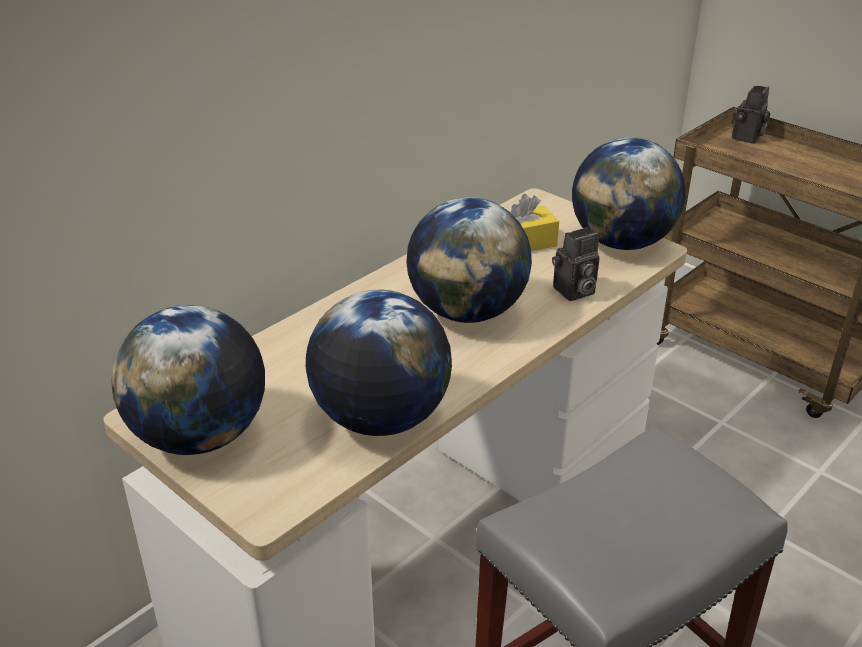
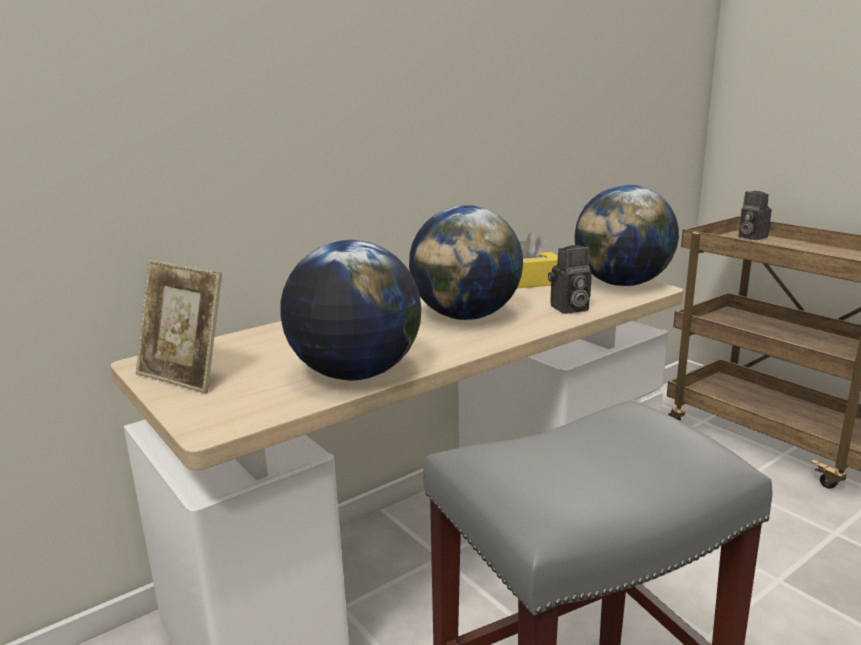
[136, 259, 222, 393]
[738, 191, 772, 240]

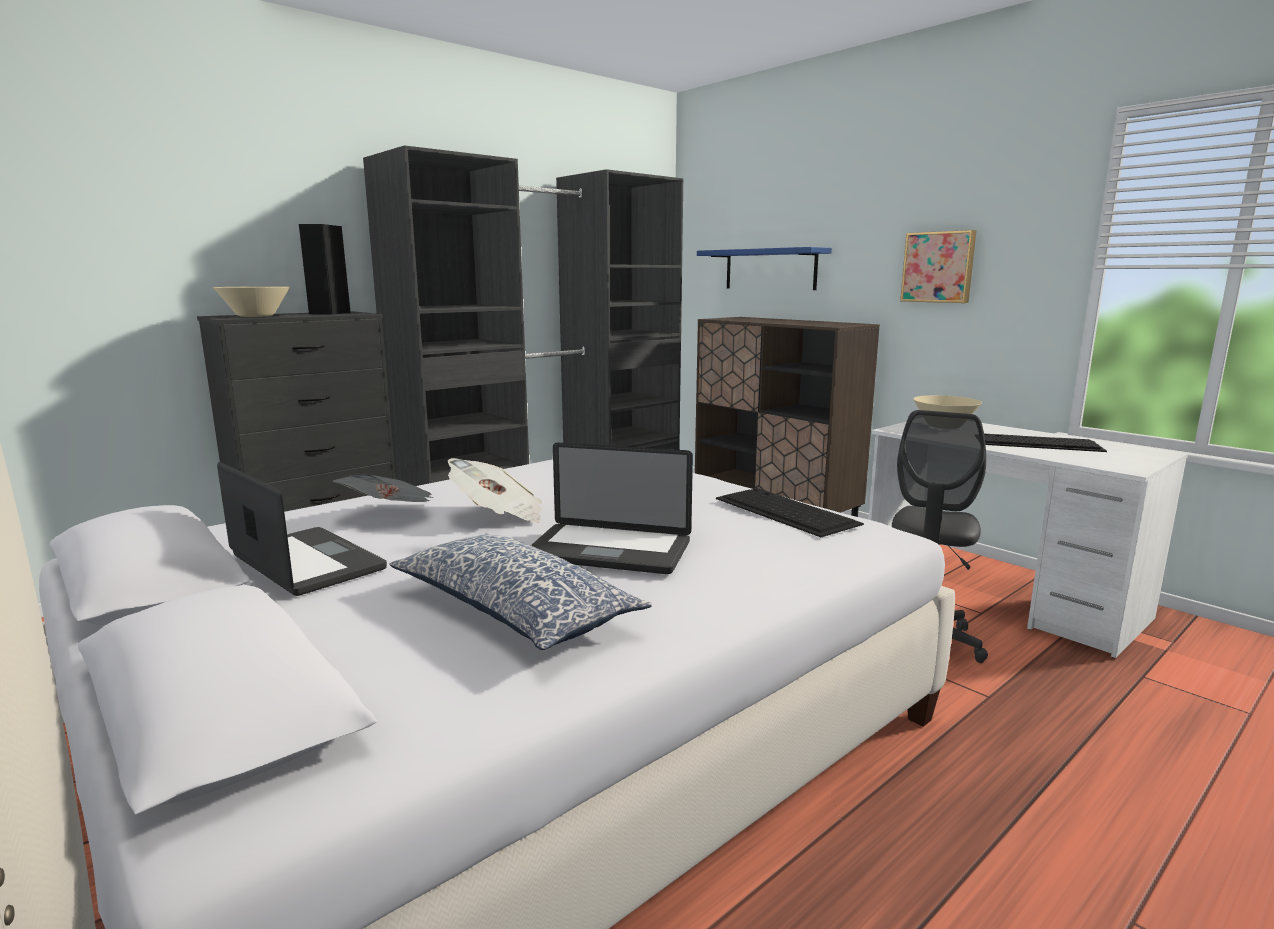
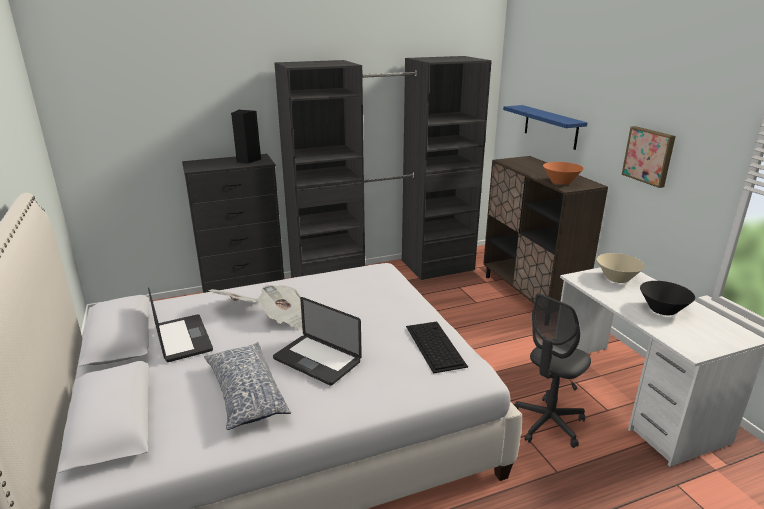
[543, 162, 584, 185]
[640, 281, 695, 315]
[213, 286, 290, 317] (first image)

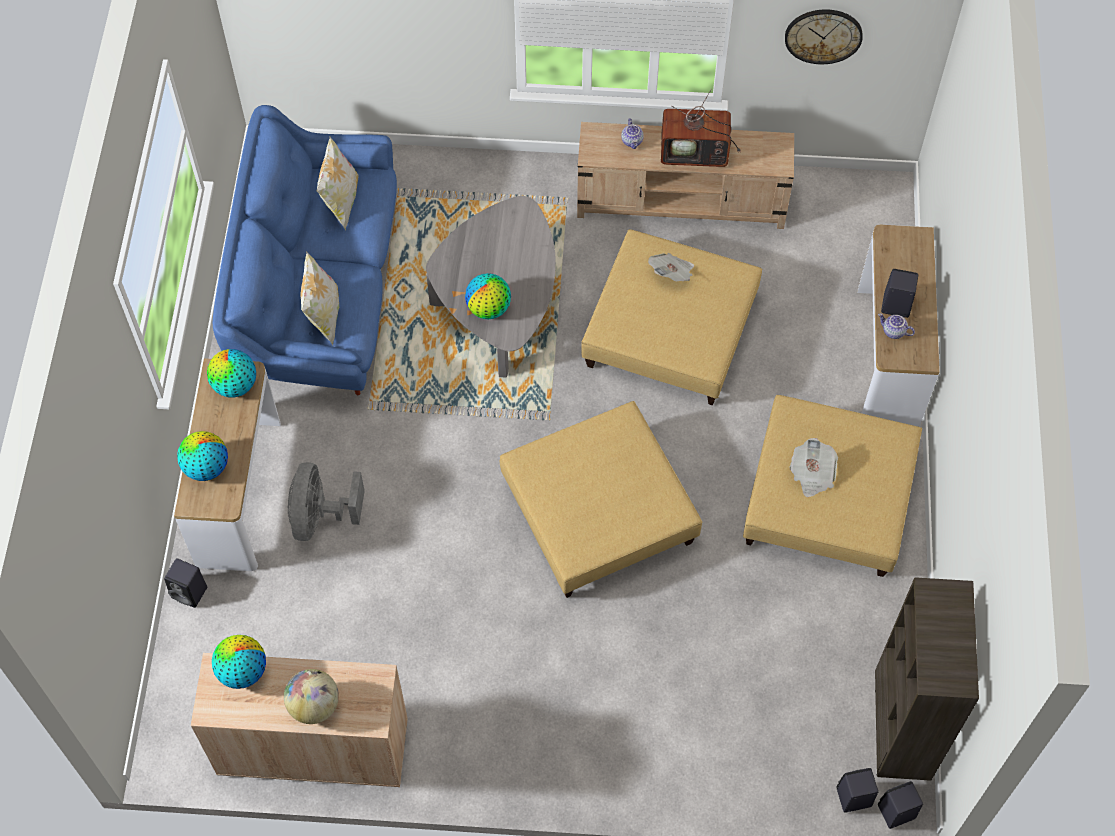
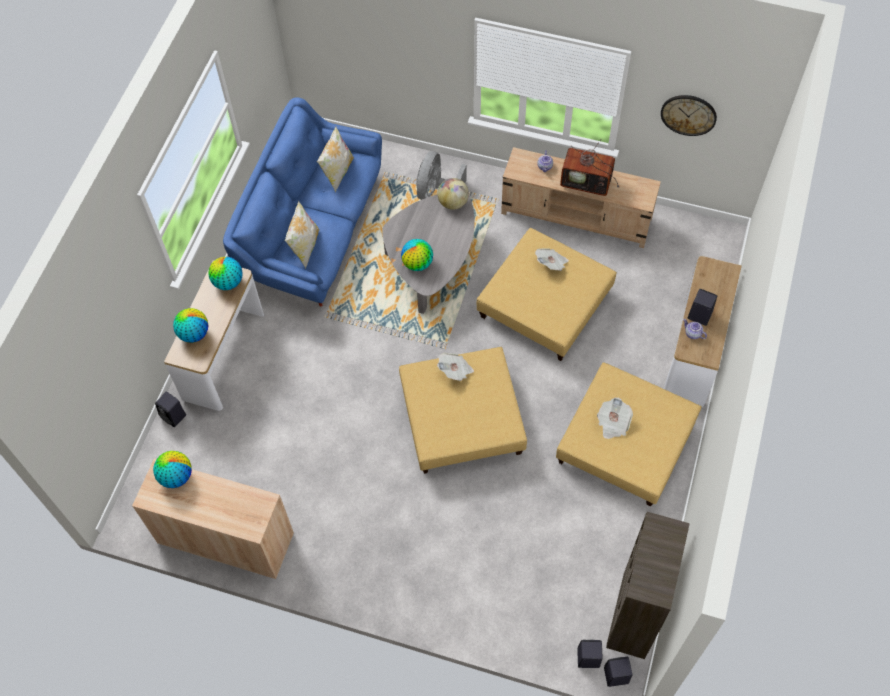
[416, 151, 466, 200]
[437, 178, 469, 210]
[437, 352, 474, 381]

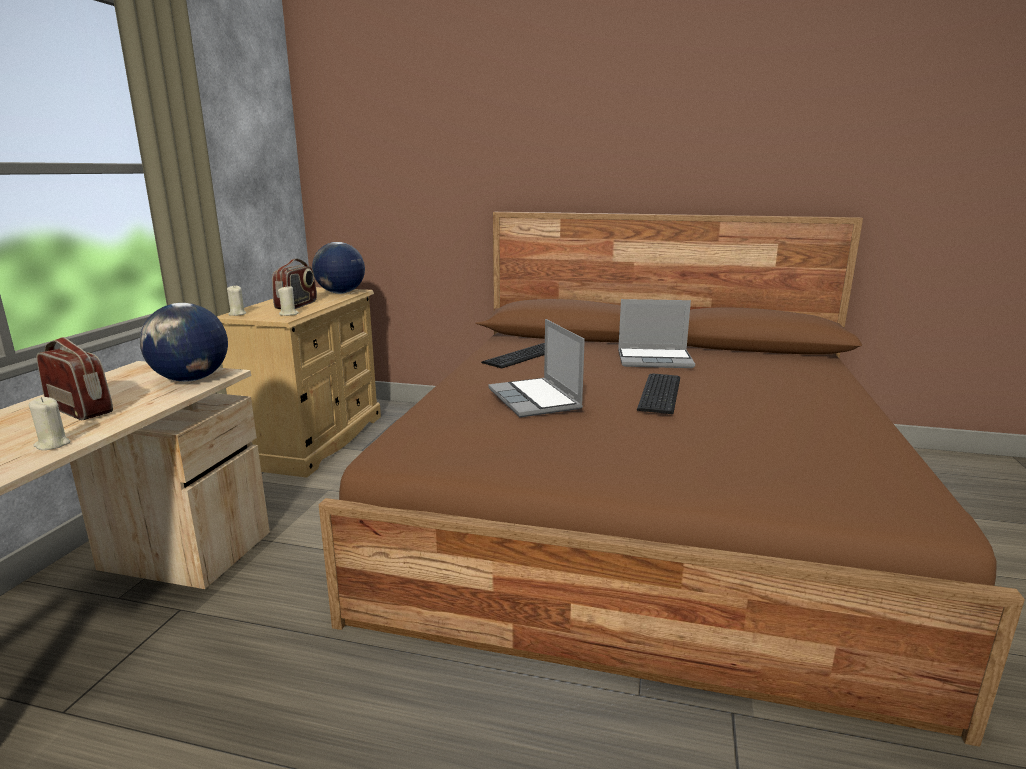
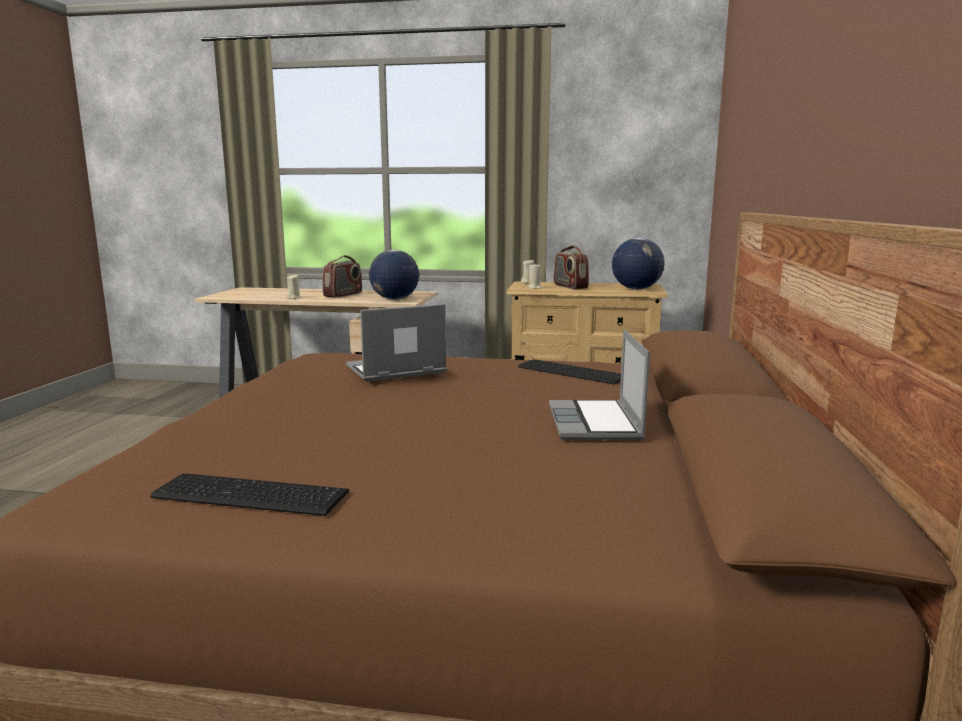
[150, 473, 349, 516]
[554, 245, 589, 289]

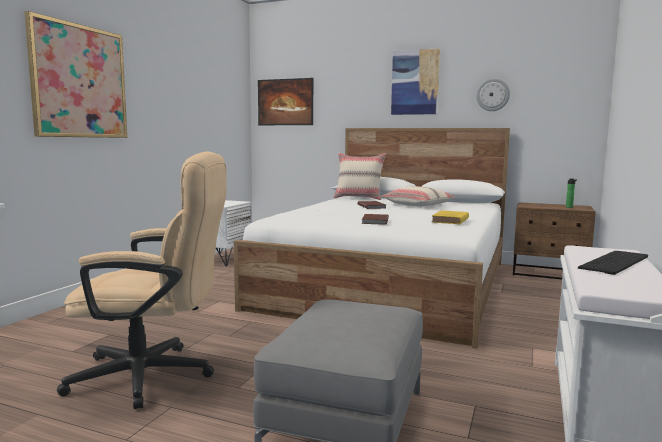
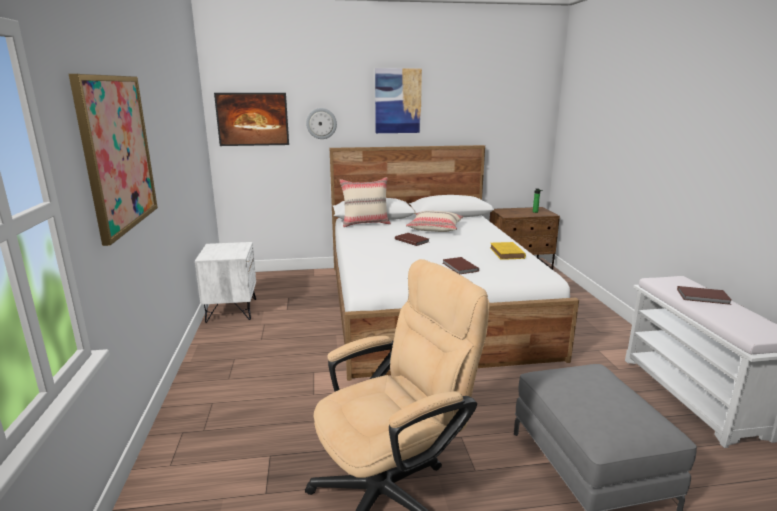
[306, 108, 337, 139]
[677, 286, 732, 305]

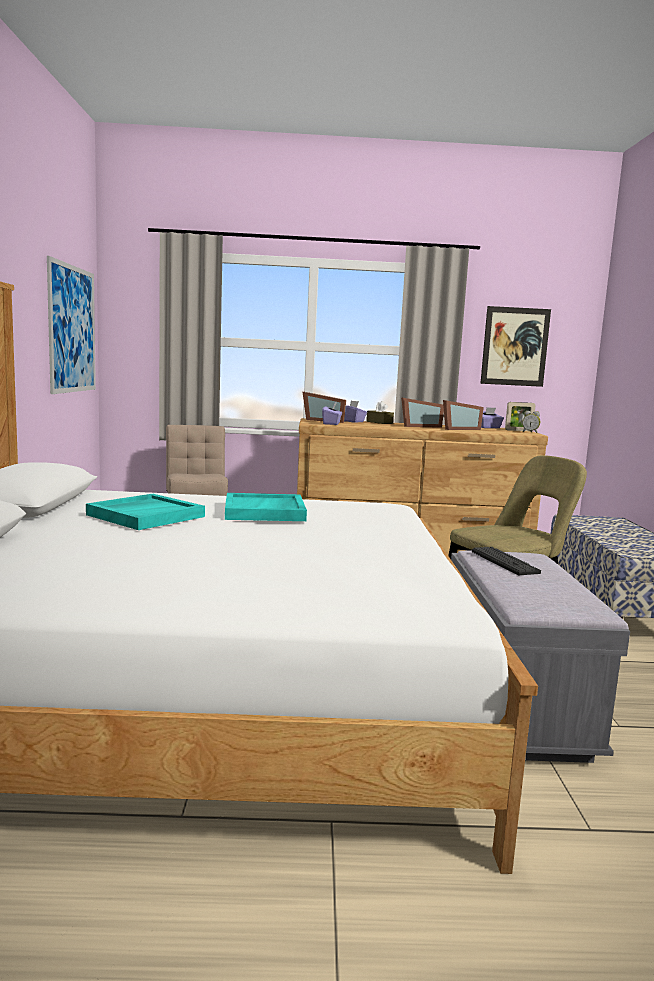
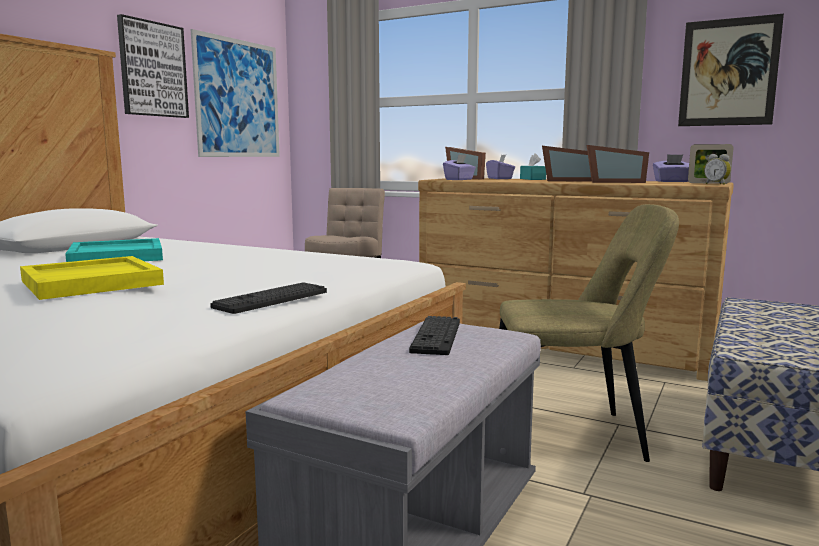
[20, 256, 164, 300]
[117, 14, 189, 118]
[210, 282, 327, 314]
[520, 153, 546, 180]
[225, 493, 307, 521] (first image)

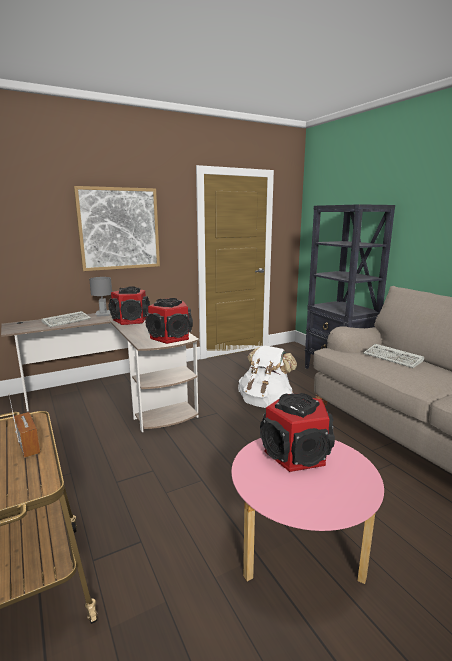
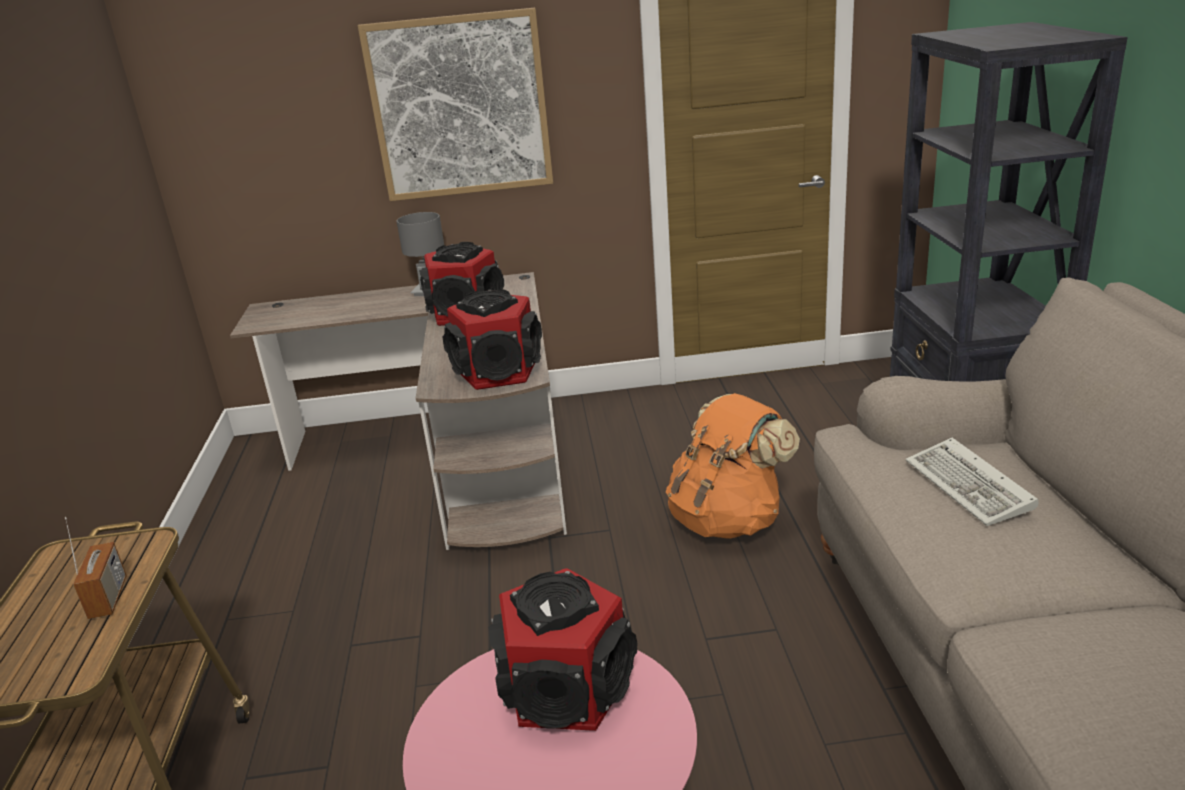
[666, 393, 800, 539]
[41, 311, 91, 327] (first image)

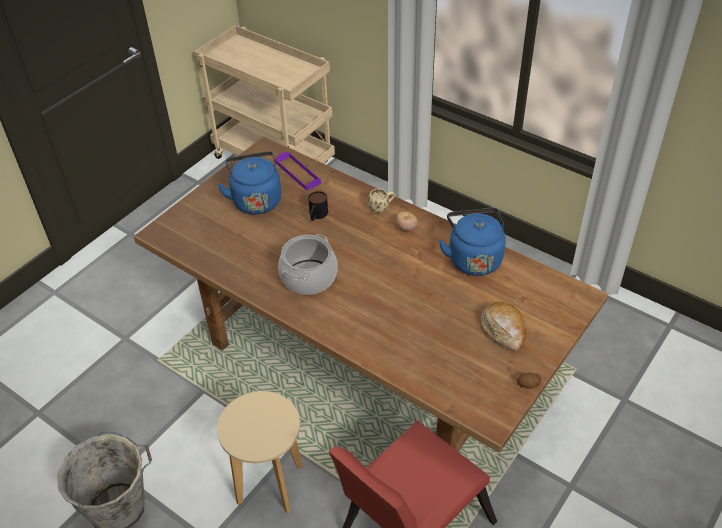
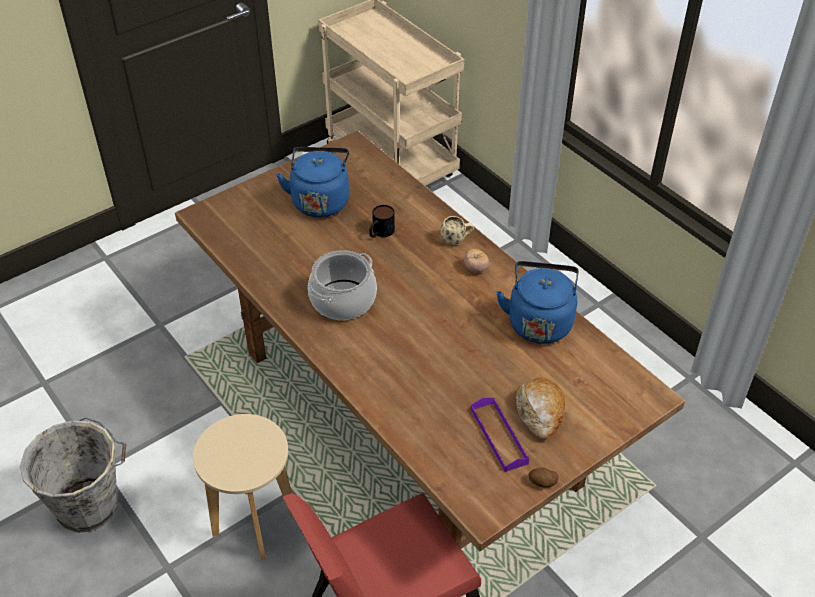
[471, 397, 529, 472]

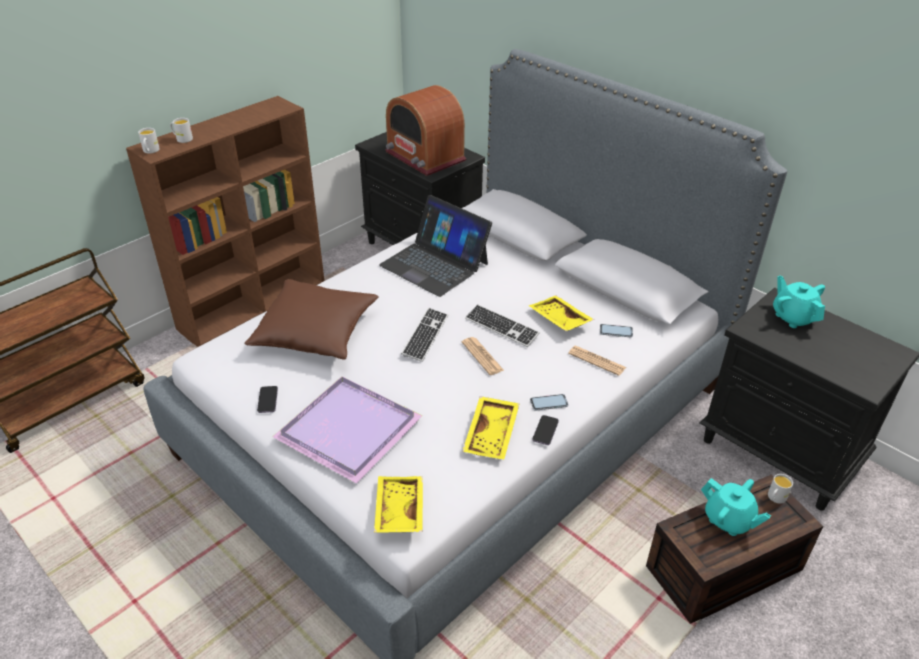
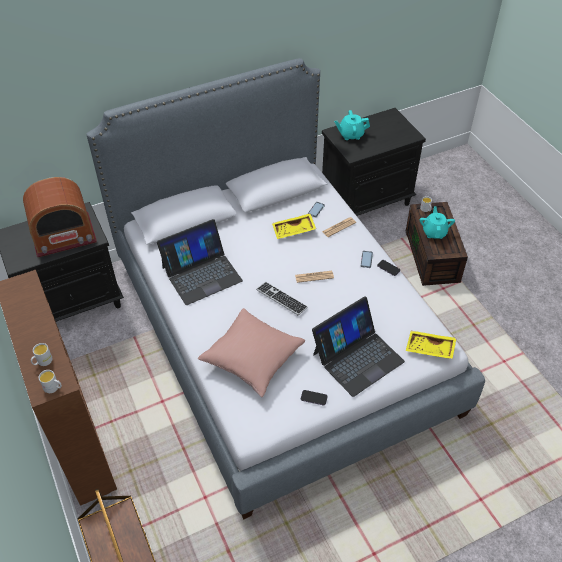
[198, 308, 305, 397]
[312, 296, 405, 397]
[420, 207, 455, 239]
[462, 396, 519, 459] (first image)
[465, 304, 540, 347] (first image)

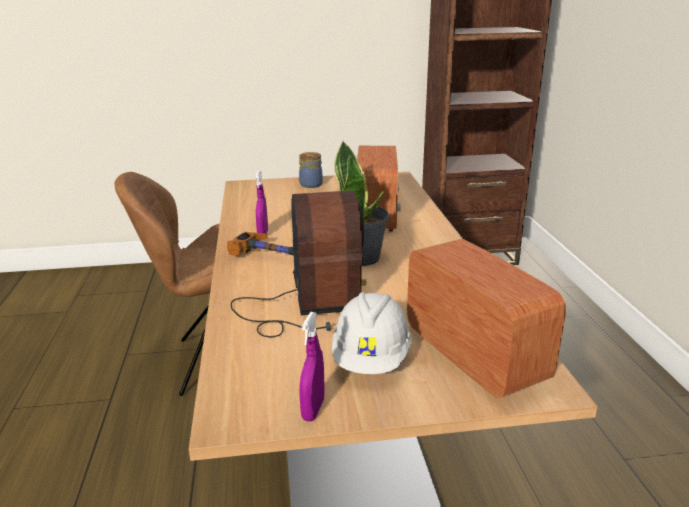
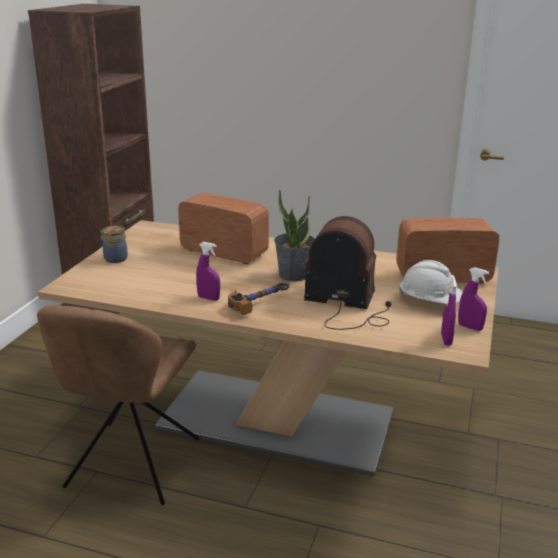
[441, 275, 457, 346]

